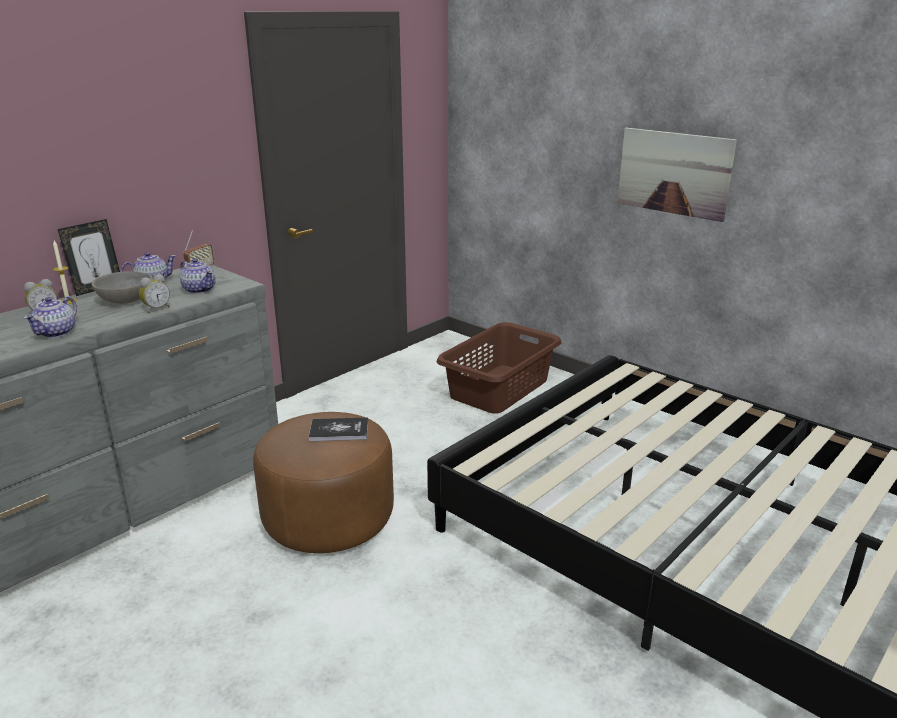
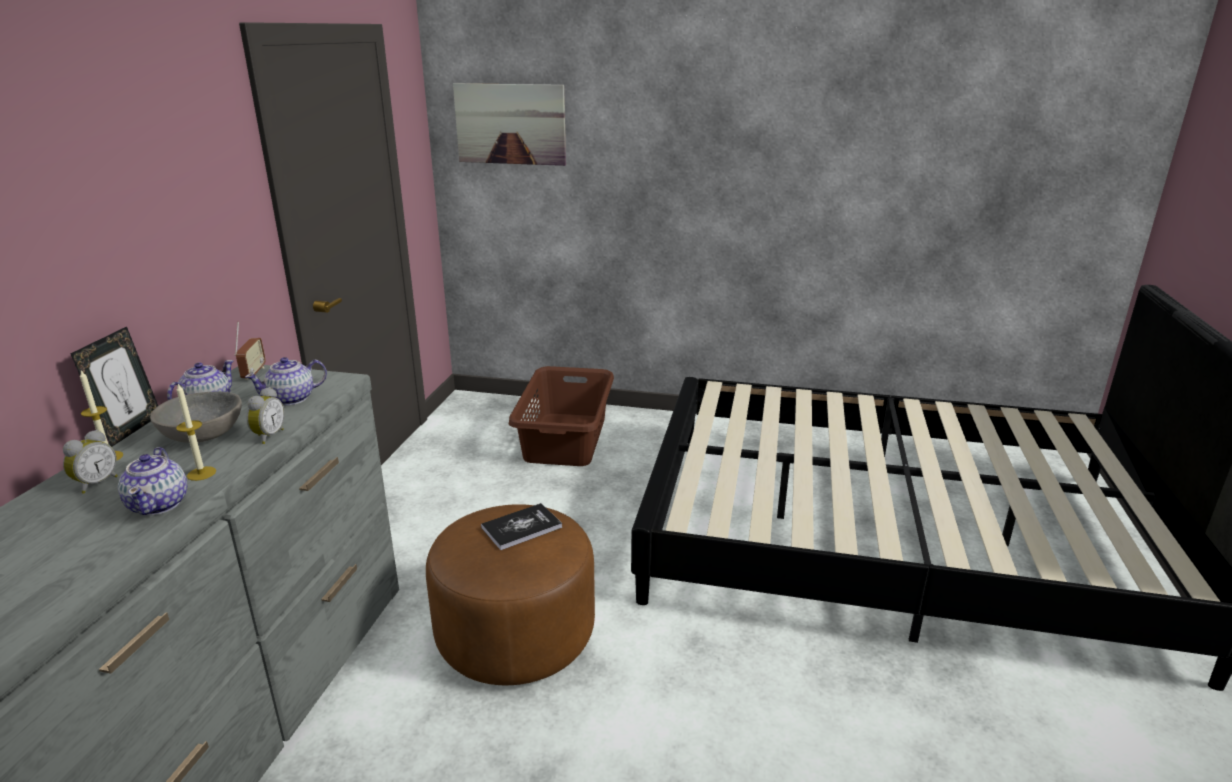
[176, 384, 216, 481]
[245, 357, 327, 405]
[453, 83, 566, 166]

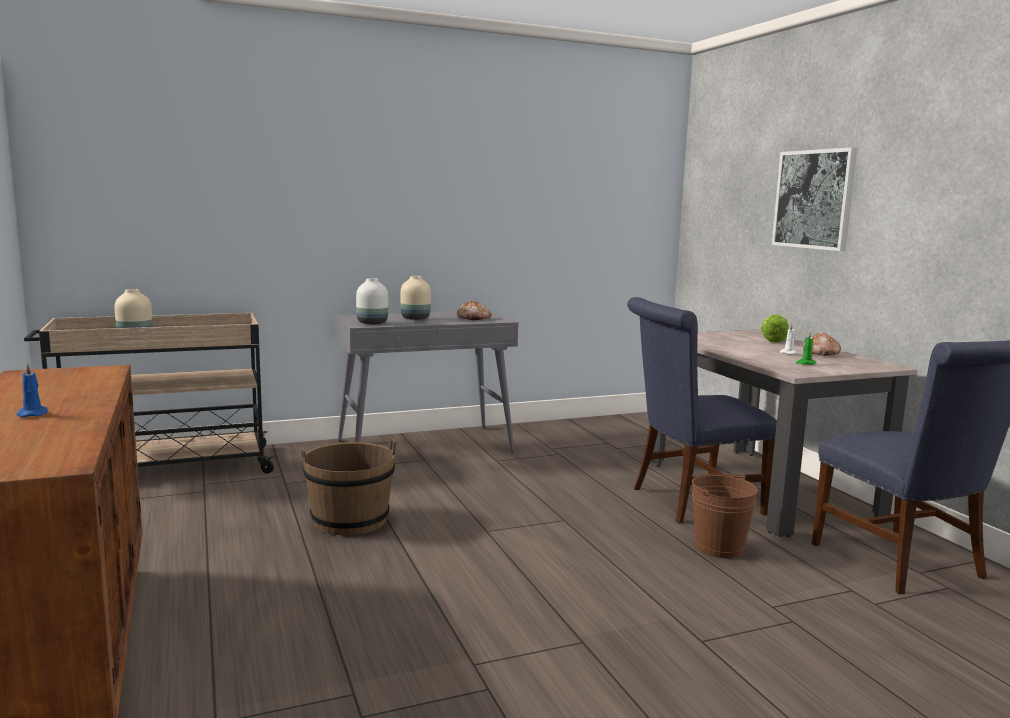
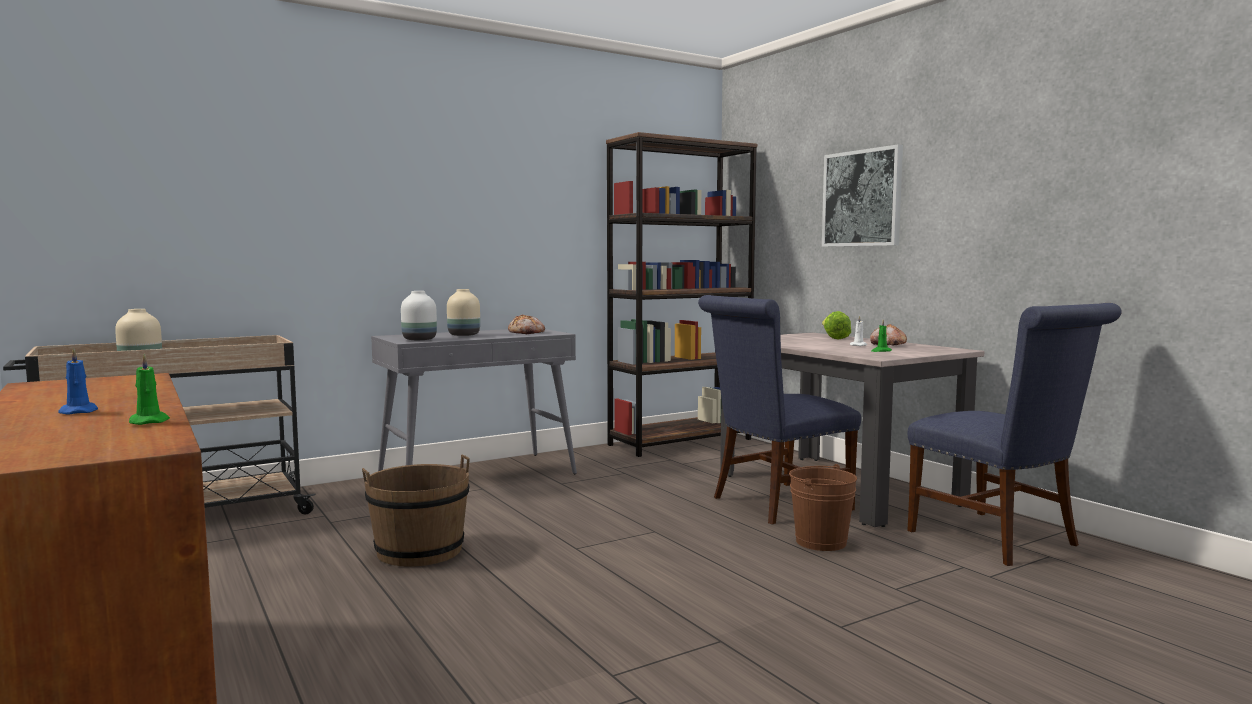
[129, 354, 170, 425]
[606, 132, 757, 457]

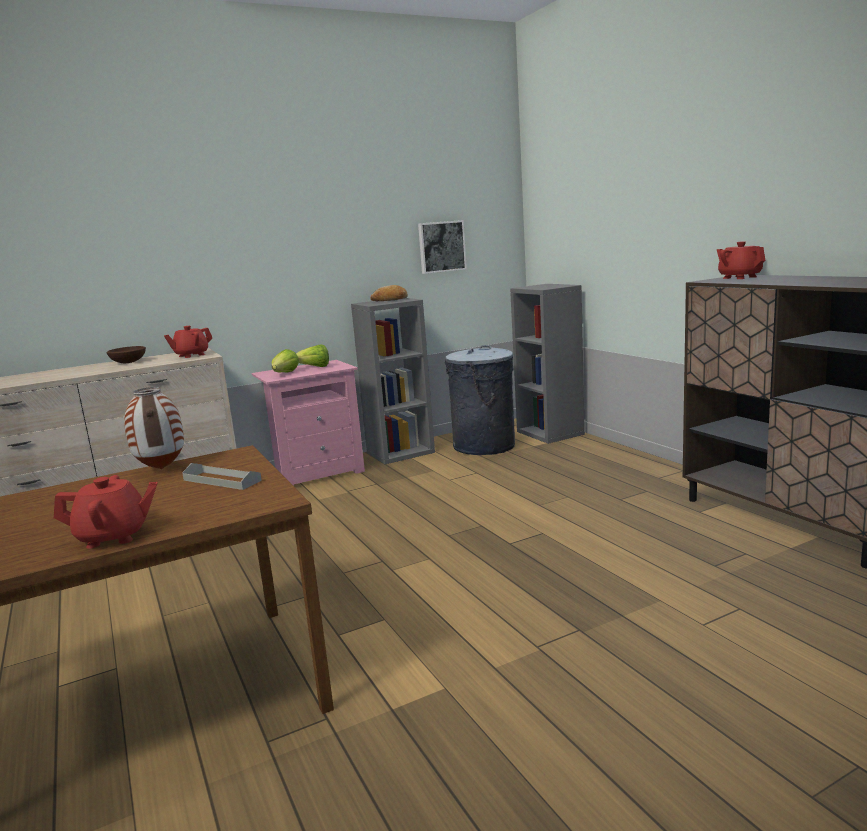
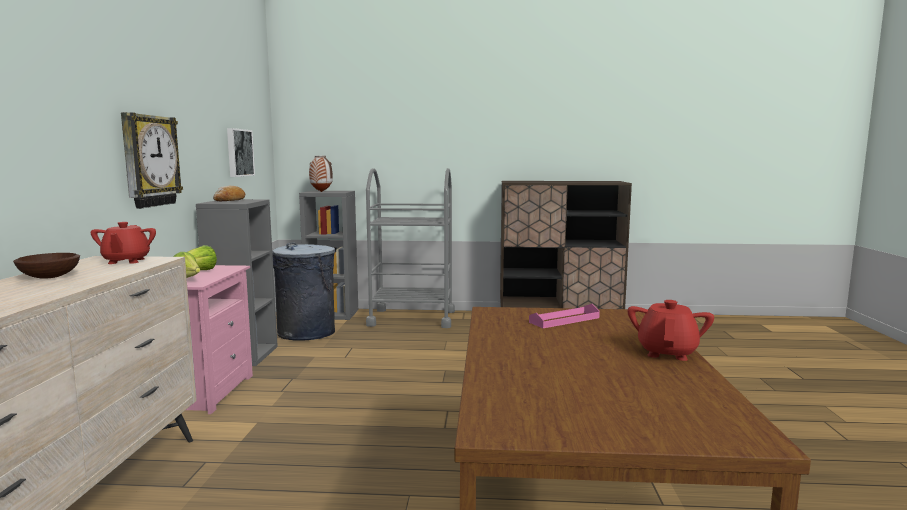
[121, 112, 183, 209]
[309, 156, 333, 192]
[366, 168, 455, 328]
[529, 304, 600, 328]
[717, 241, 766, 279] (first image)

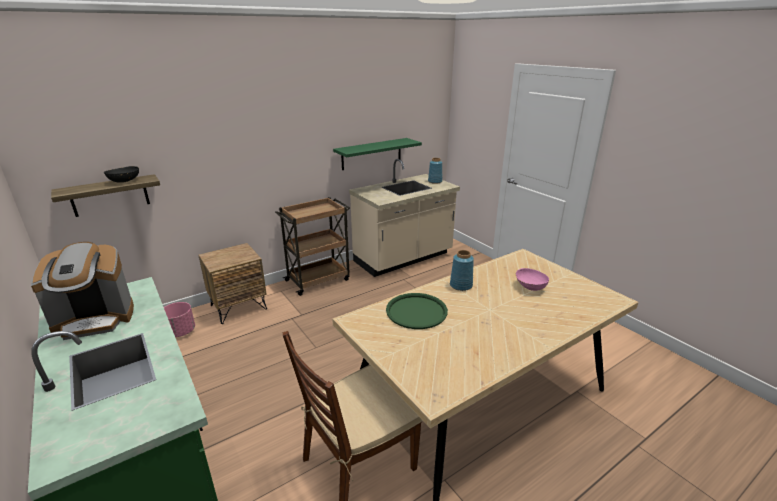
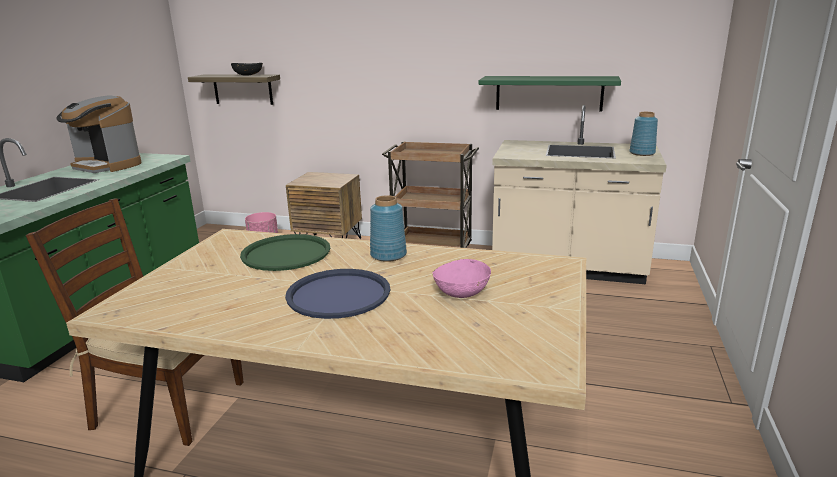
[285, 269, 390, 319]

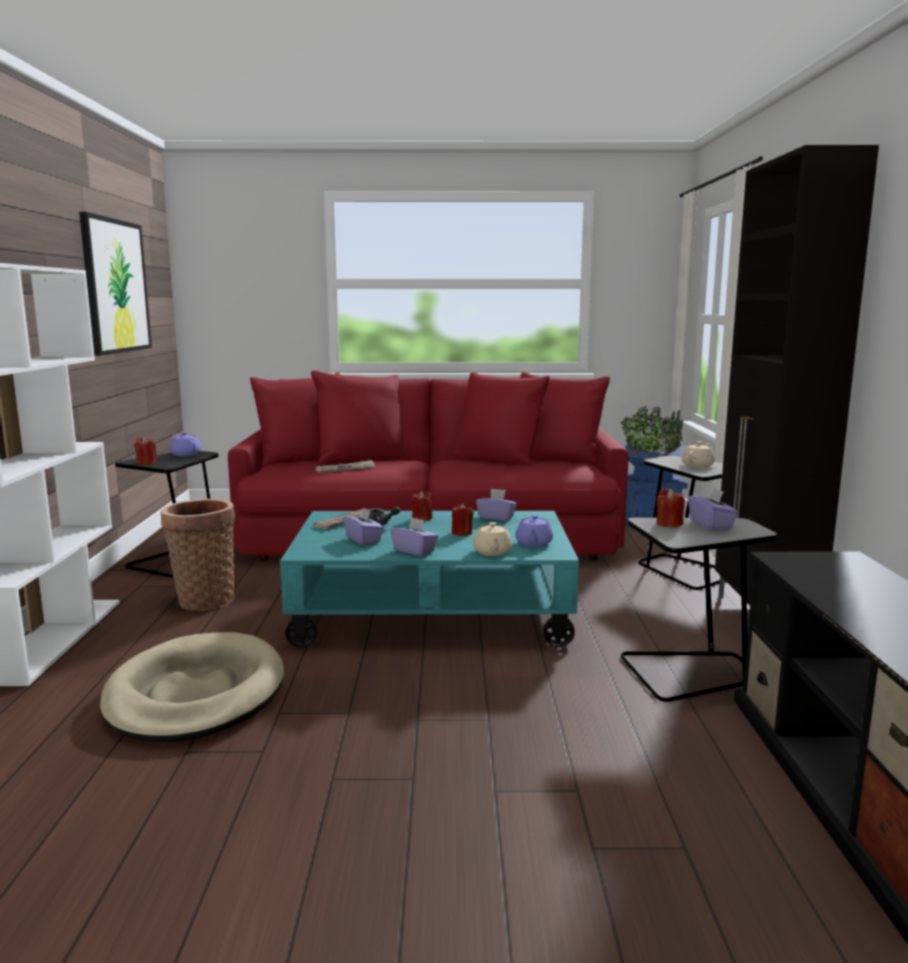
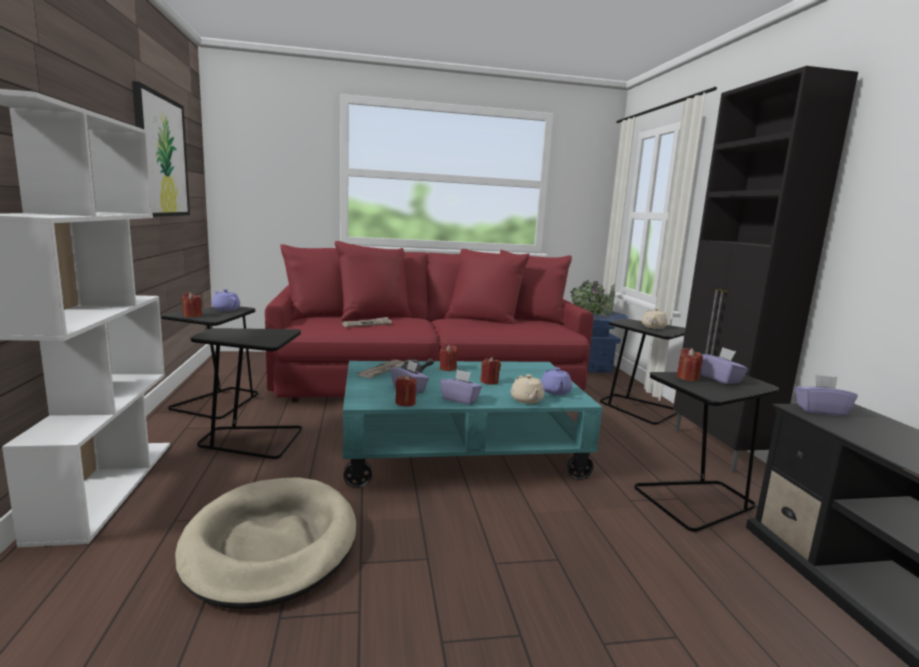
[191, 328, 302, 459]
[395, 374, 417, 406]
[795, 374, 858, 416]

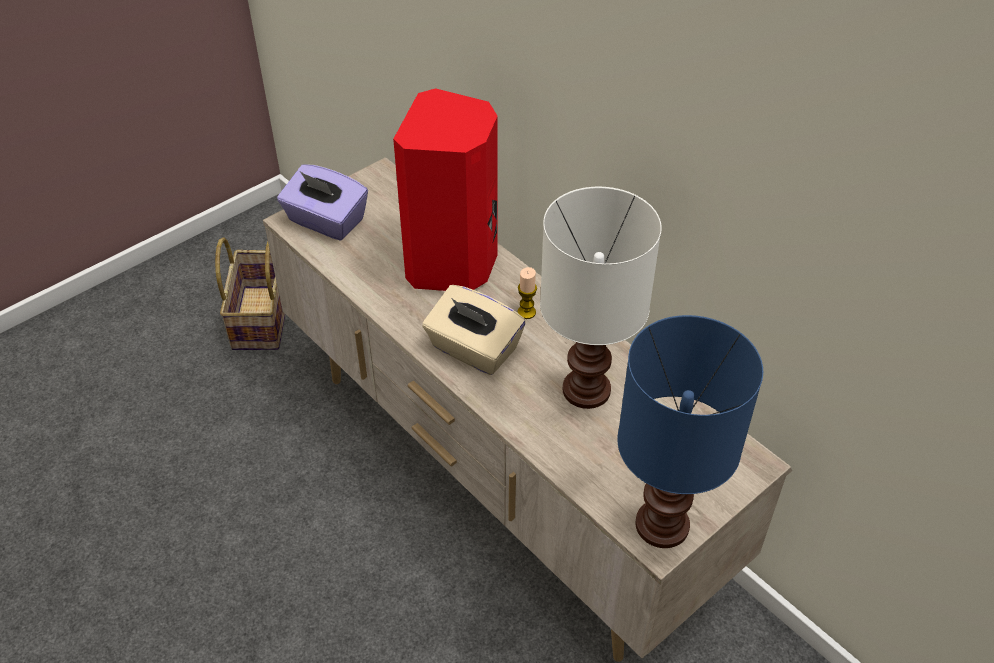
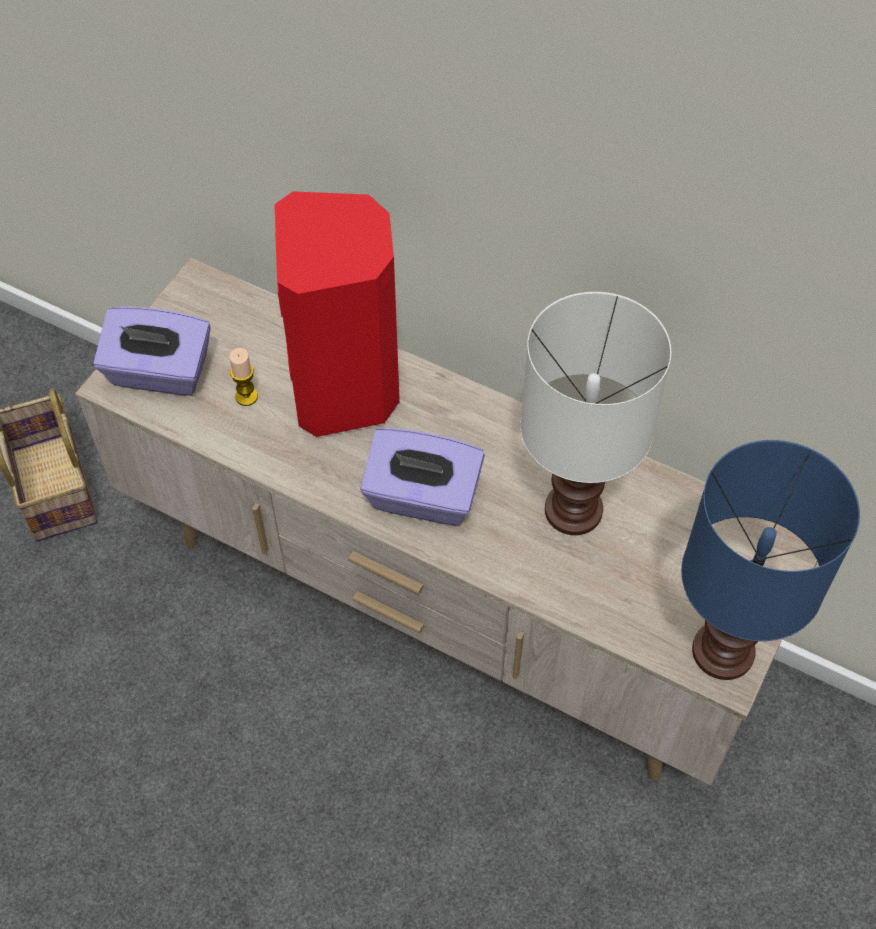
[229, 348, 258, 406]
[360, 428, 485, 526]

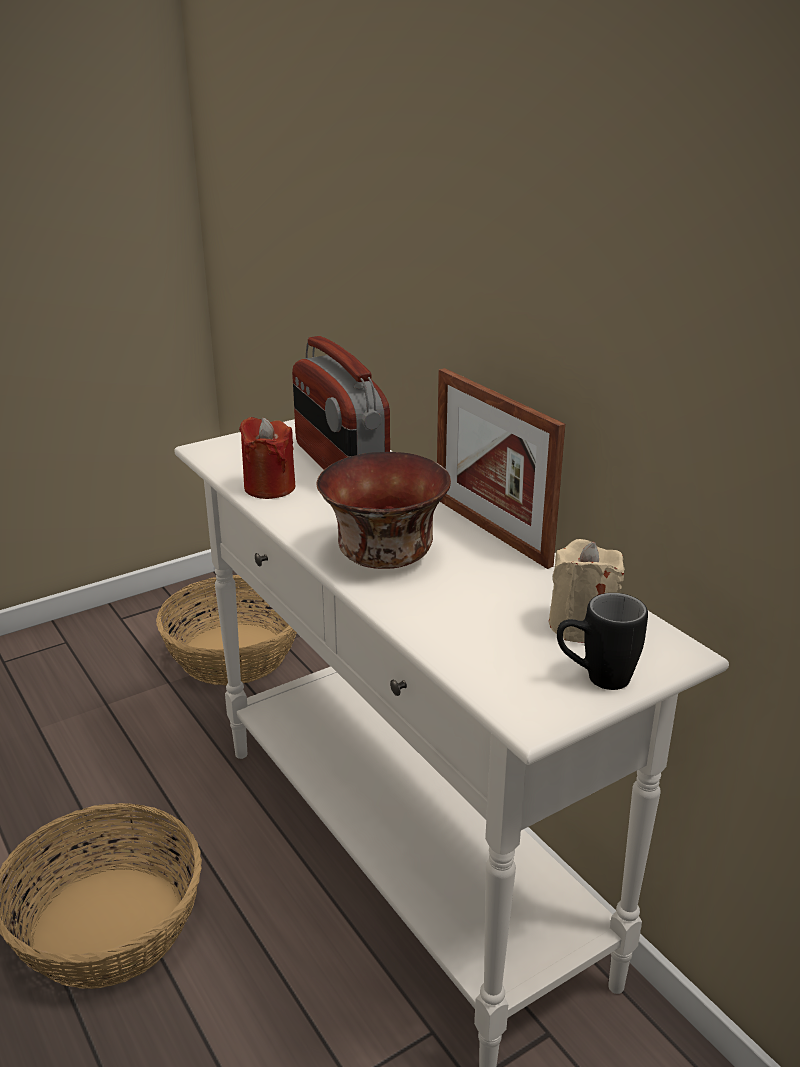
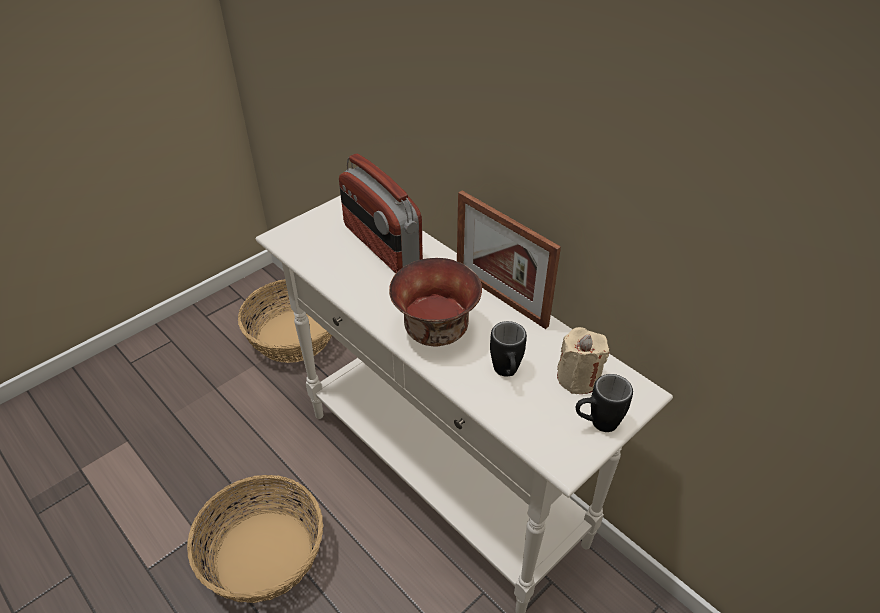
[490, 321, 527, 376]
[239, 417, 295, 499] (first image)

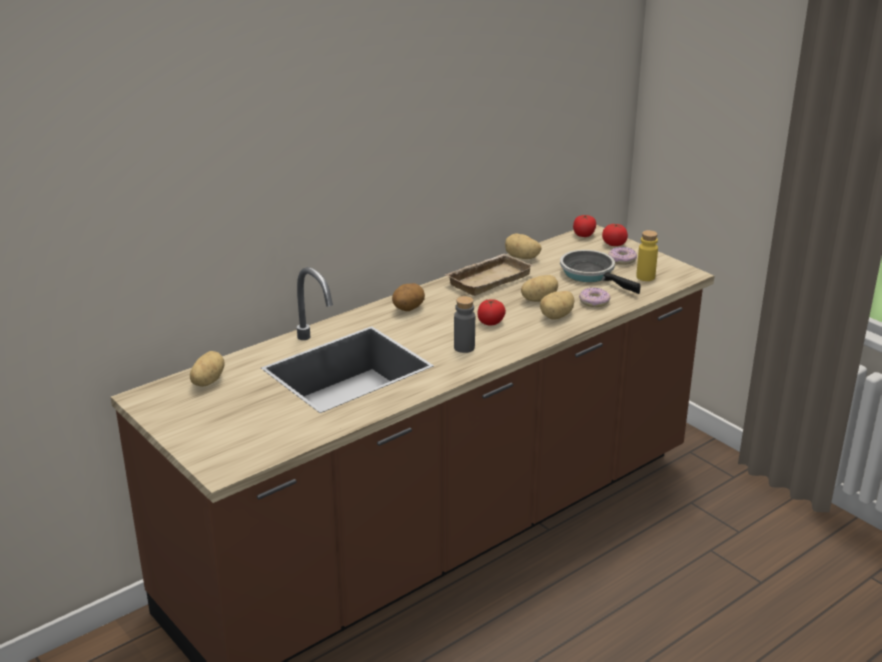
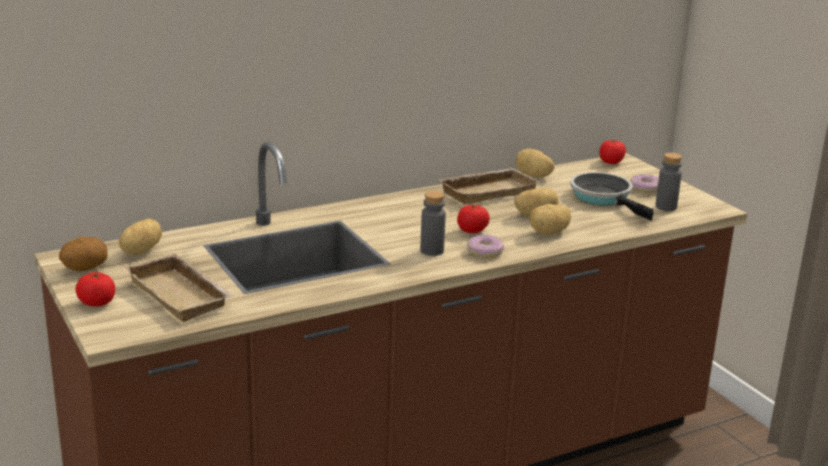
[59, 237, 108, 272]
[75, 272, 115, 307]
[124, 253, 234, 322]
[467, 235, 504, 258]
[655, 153, 682, 211]

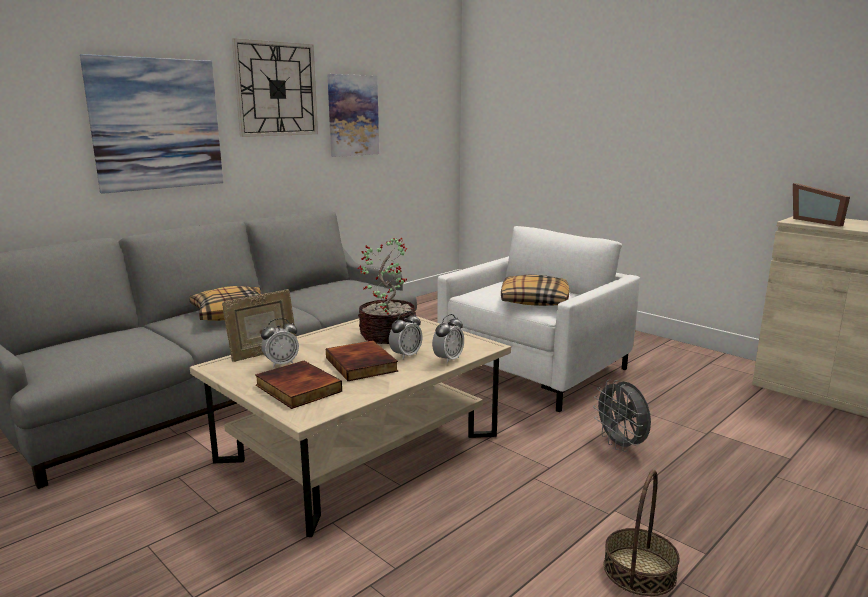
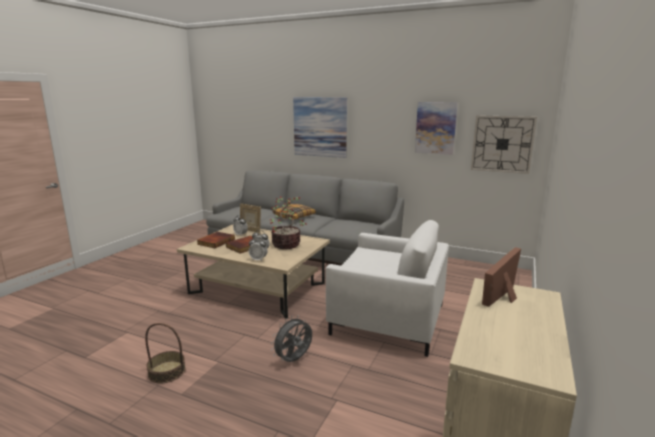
[471, 115, 537, 174]
[501, 275, 569, 306] (first image)

